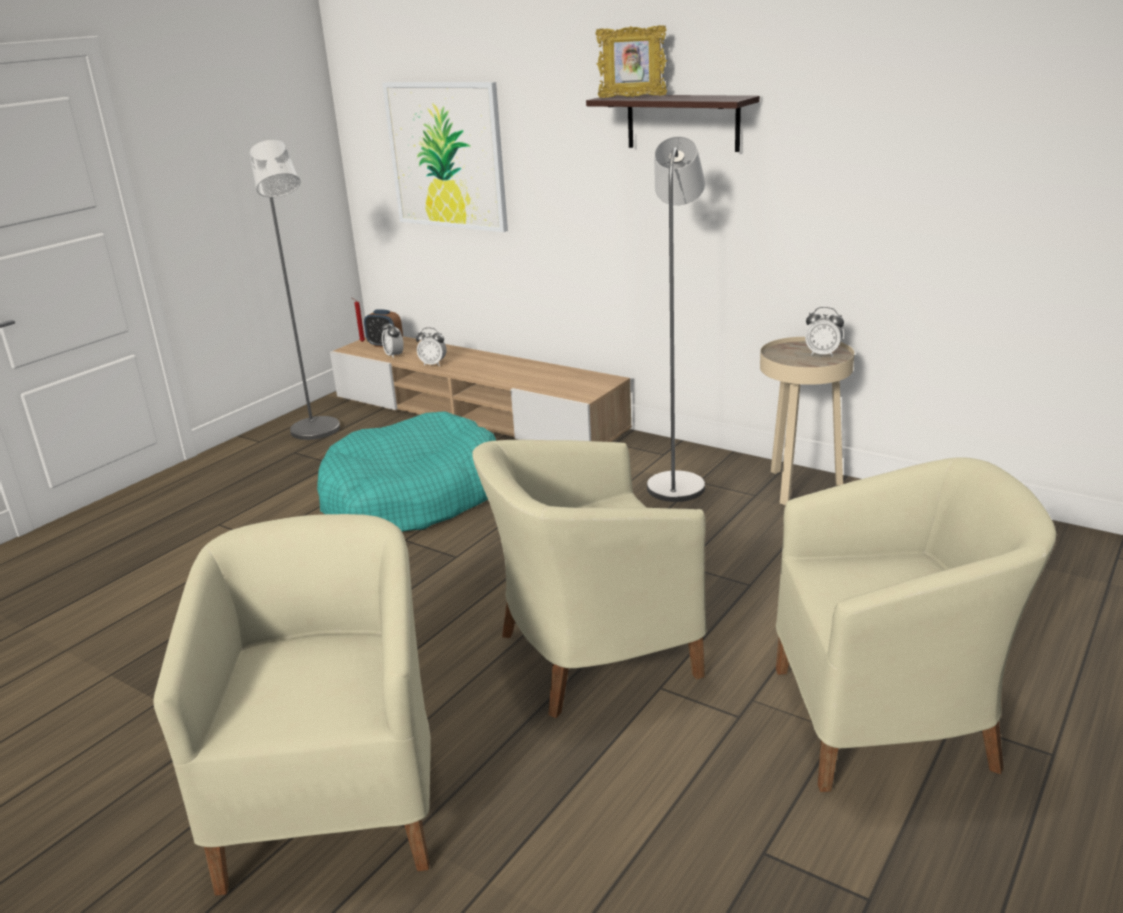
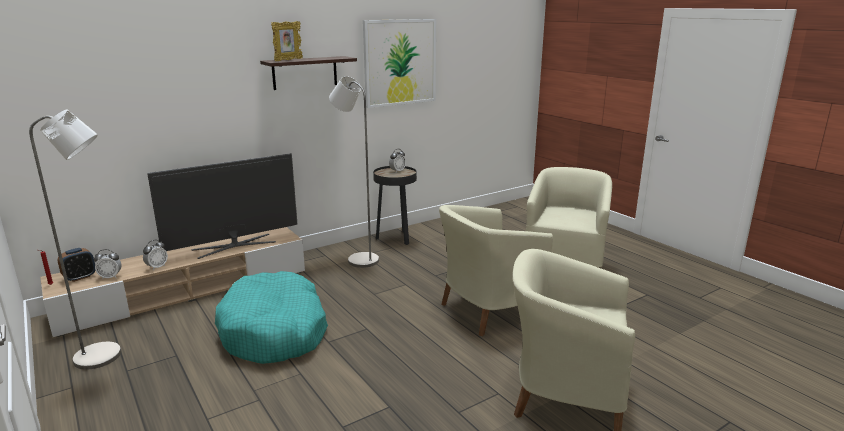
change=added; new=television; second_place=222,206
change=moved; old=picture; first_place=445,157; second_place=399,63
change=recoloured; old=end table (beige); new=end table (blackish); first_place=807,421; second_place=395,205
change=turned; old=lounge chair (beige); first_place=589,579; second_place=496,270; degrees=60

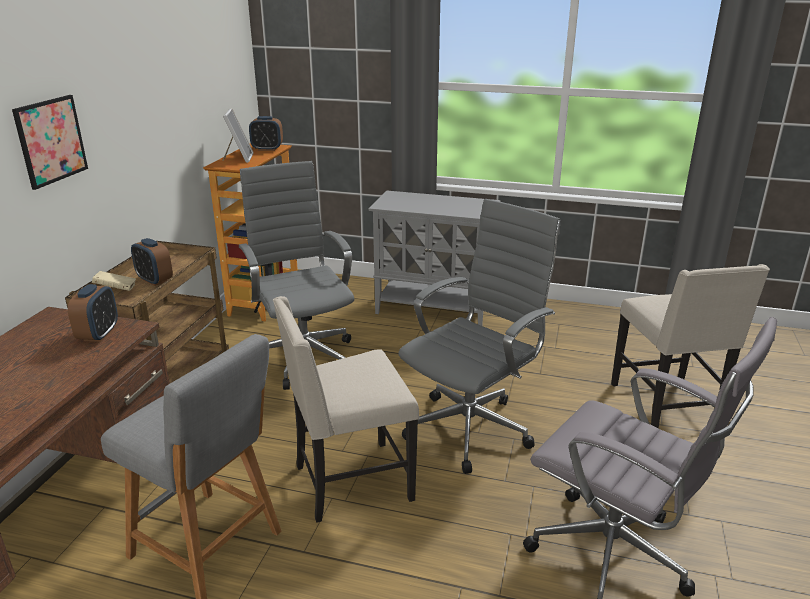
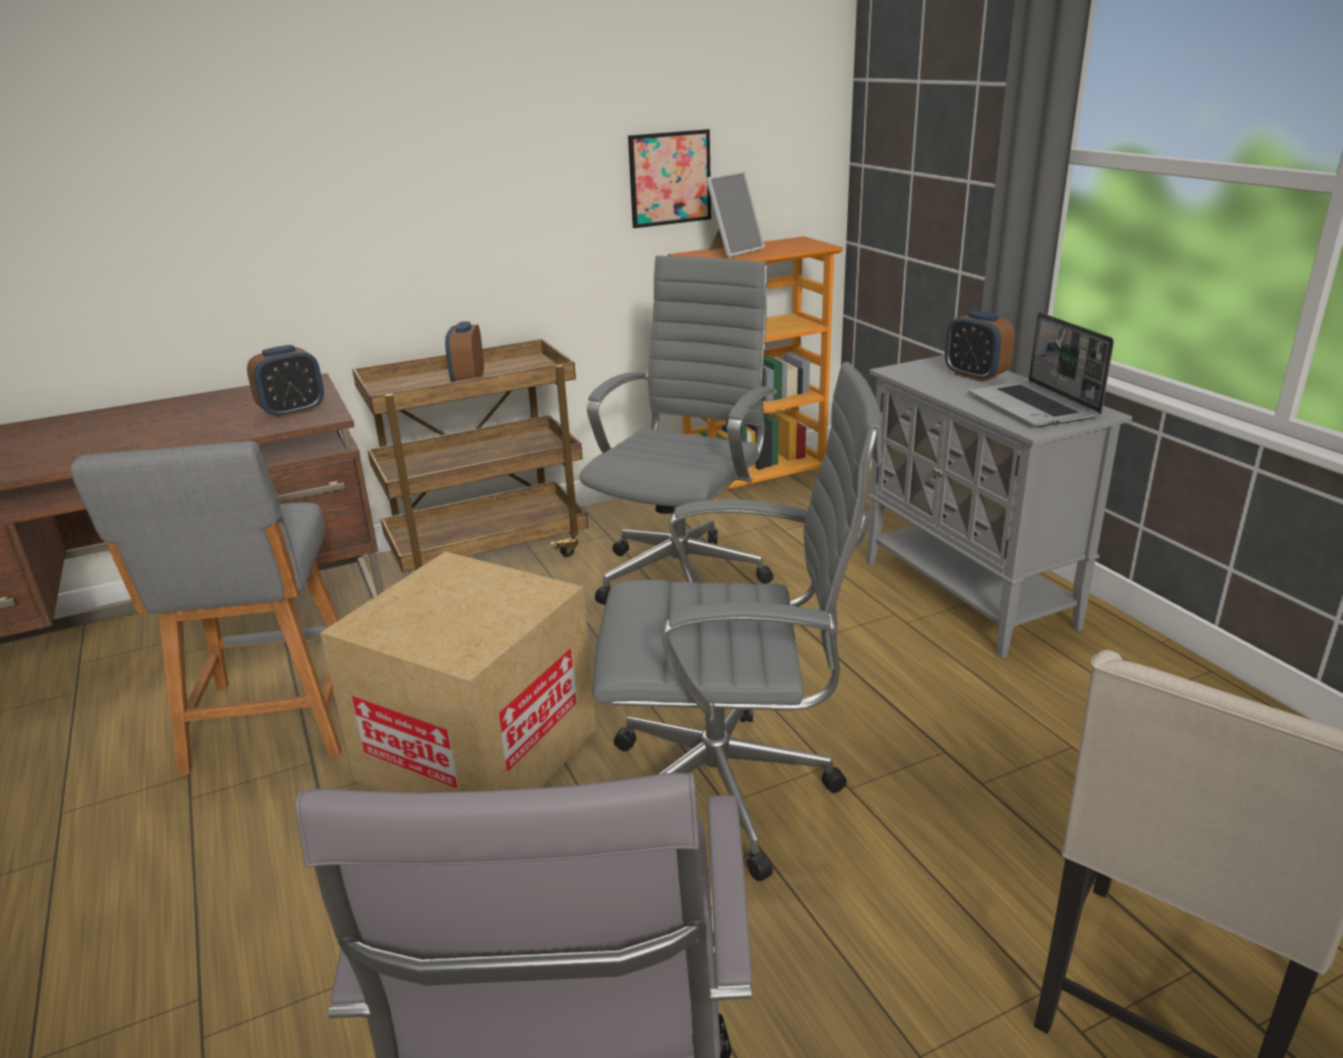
change=removed; old=volume (beige); first_place=114,281
change=added; new=portable computer; second_place=1041,369
change=moved; old=picture; first_place=50,142; second_place=669,178
change=moved; old=table clock; first_place=266,133; second_place=980,346
change=replaced; old=chair (beige); new=packing box; first_place=346,409; second_place=458,672

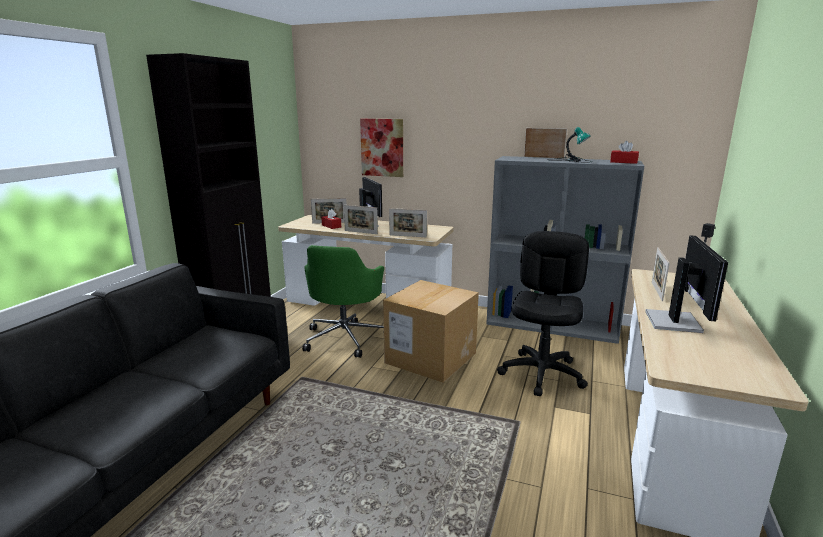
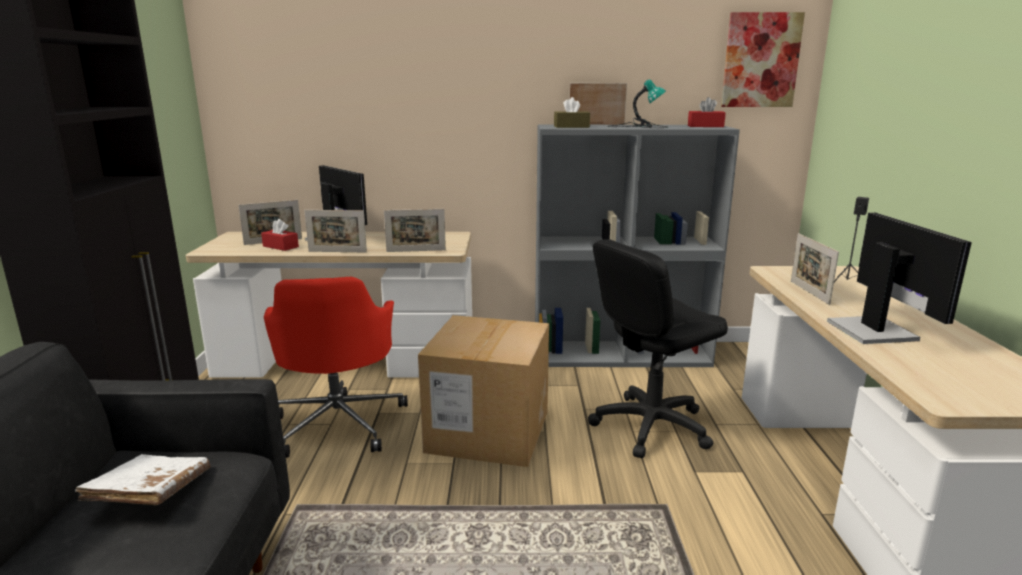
change=added; new=volume (white-coloured); second_place=143,479
change=added; new=tissue box (brownish); second_place=572,112
change=moved; old=picture; first_place=381,148; second_place=763,59
change=recoloured; old=computer chair (green-coloured); new=computer chair (reddish); first_place=343,301; second_place=336,367
change=turned; old=computer chair (blackish); first_place=543,313; second_place=658,348; degrees=-120

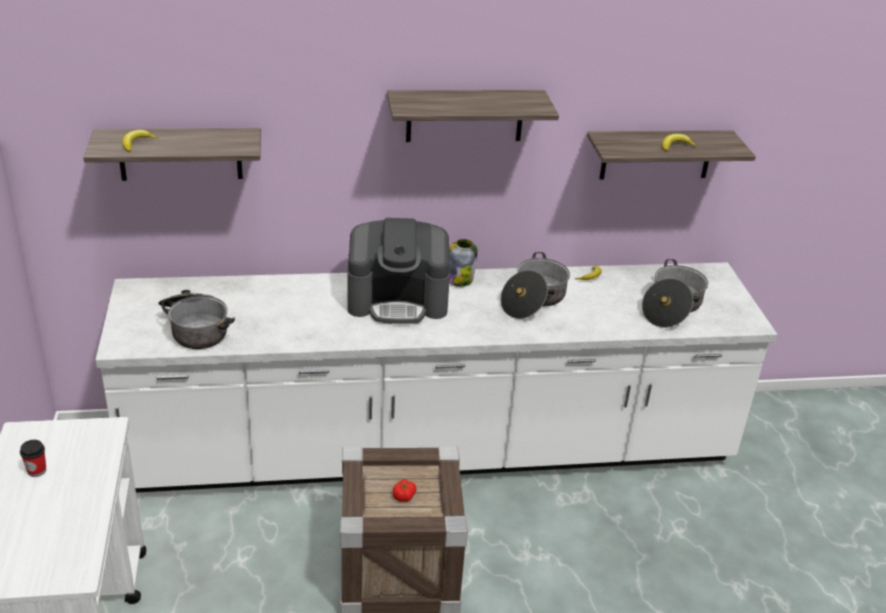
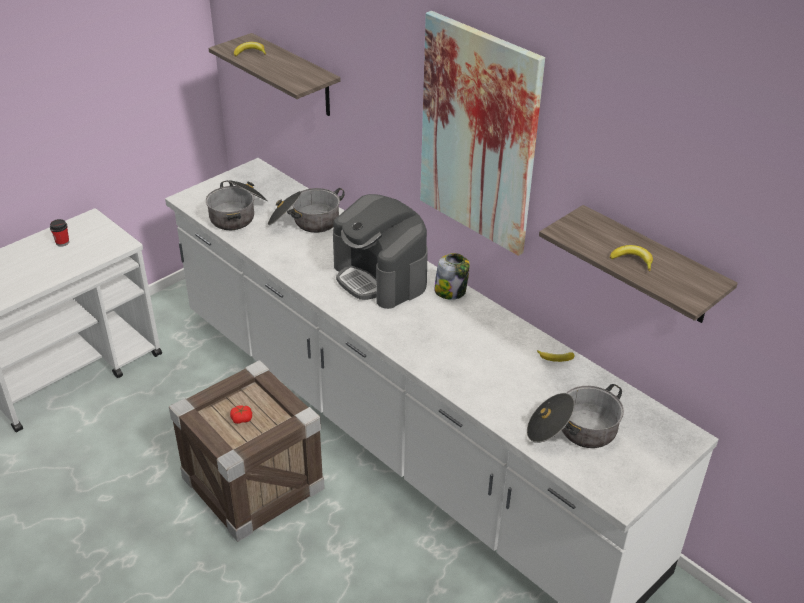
change=moved; old=saucepot; first_place=535,285; second_place=306,210
change=replaced; old=wall shelf; new=picture; first_place=473,116; second_place=482,133

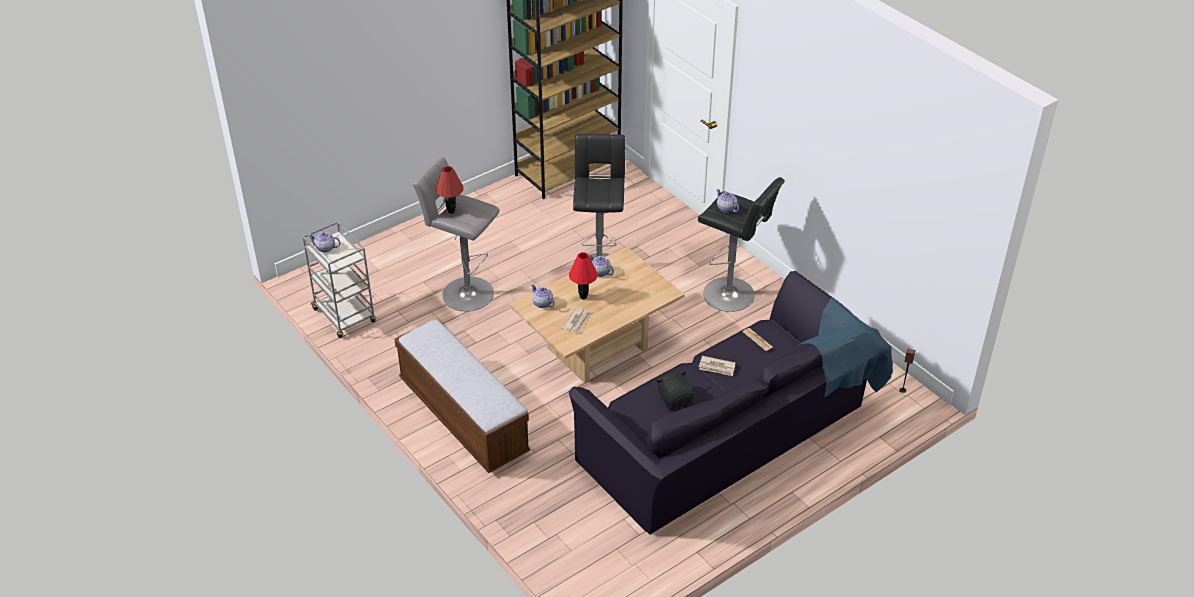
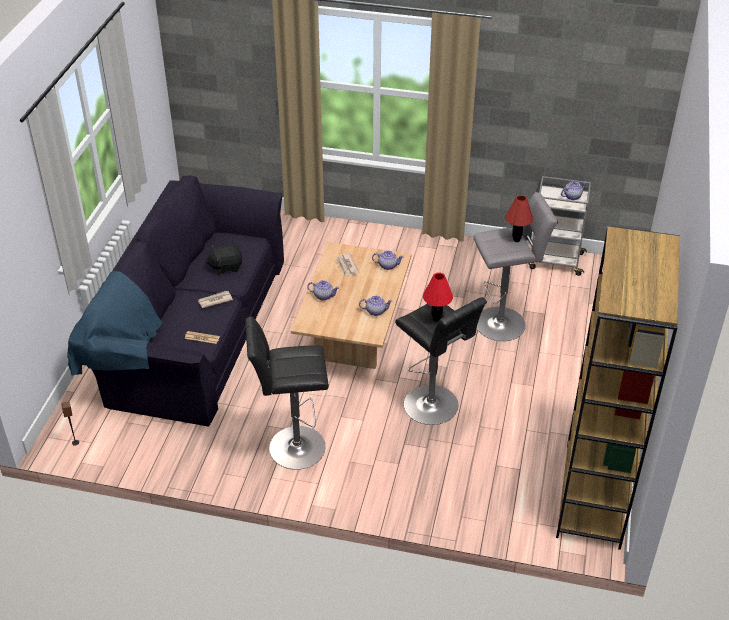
change=removed; old=indoor bench; first_place=462,396
change=moved; old=table lamp (reddish); first_place=583,275; second_place=438,297
change=moved; old=tea pot; first_place=727,201; second_place=323,290
change=turned; old=plush toy (blackish); first_place=675,390; second_place=224,259; degrees=135

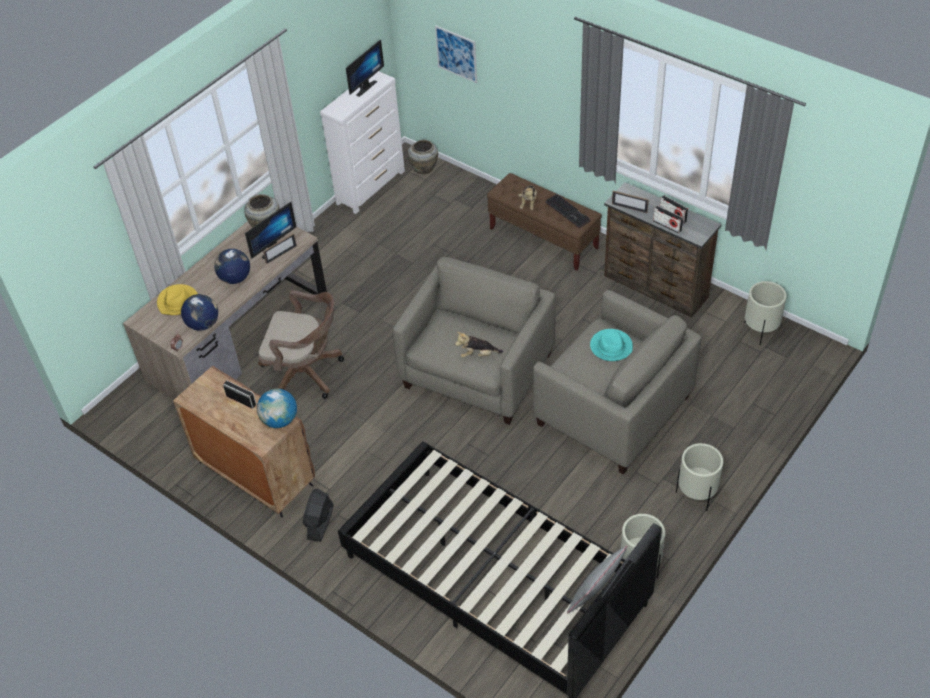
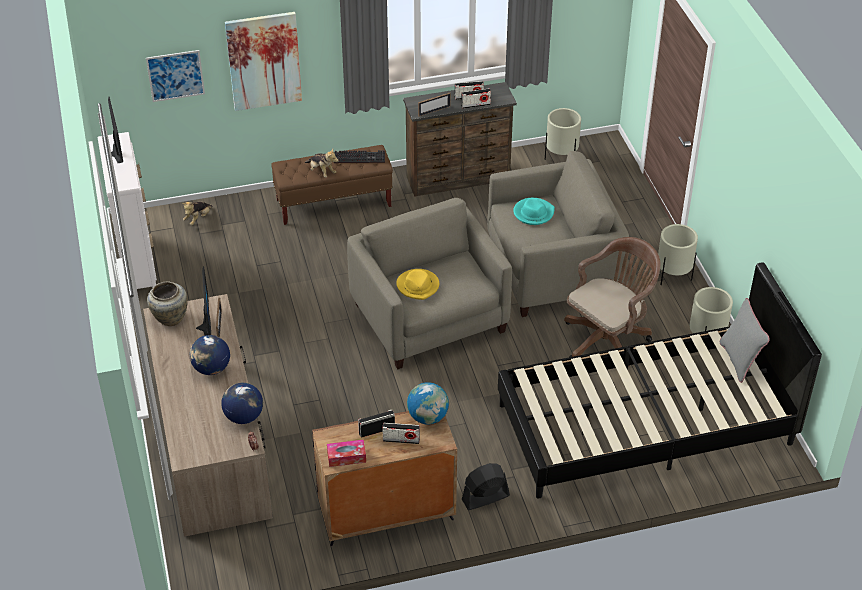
change=removed; old=decorative vase (beige); first_place=423,157
change=added; new=picture; second_place=263,61
change=added; new=tissue box; second_place=346,453
change=added; new=radio set; second_place=401,433
change=moved; old=clothing hat (yellow); first_place=177,299; second_place=417,284
change=moved; old=computer chair (brownish); first_place=301,344; second_place=612,302
change=moved; old=plush toy; first_place=479,345; second_place=197,213
change=turned; old=fan (blackish); first_place=318,515; second_place=486,486; degrees=105

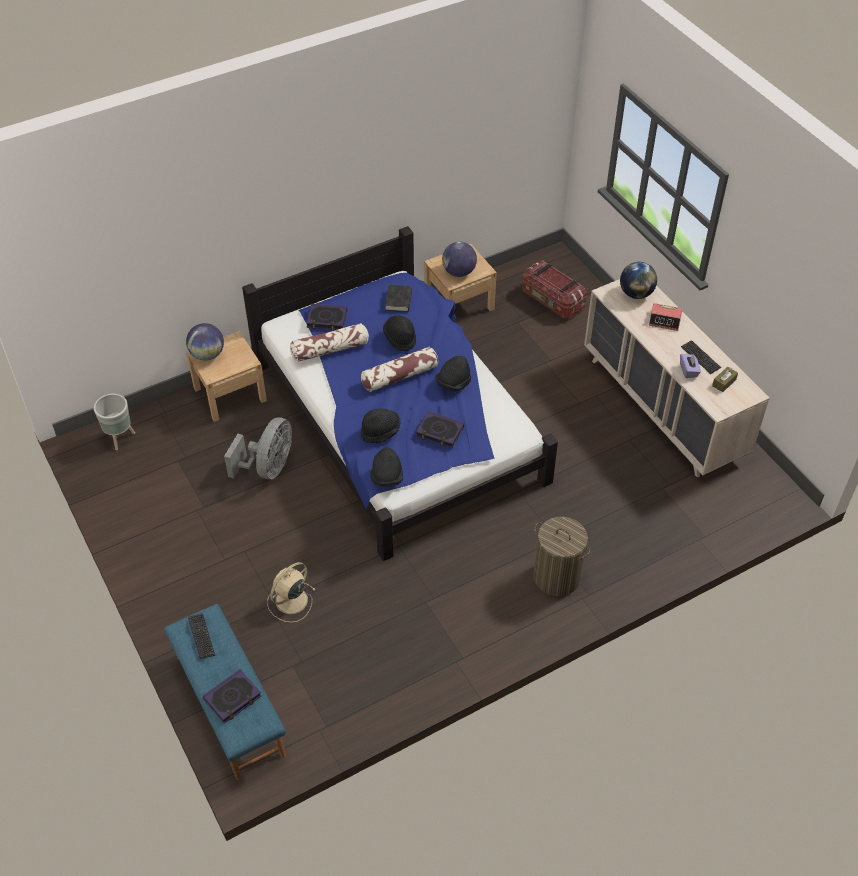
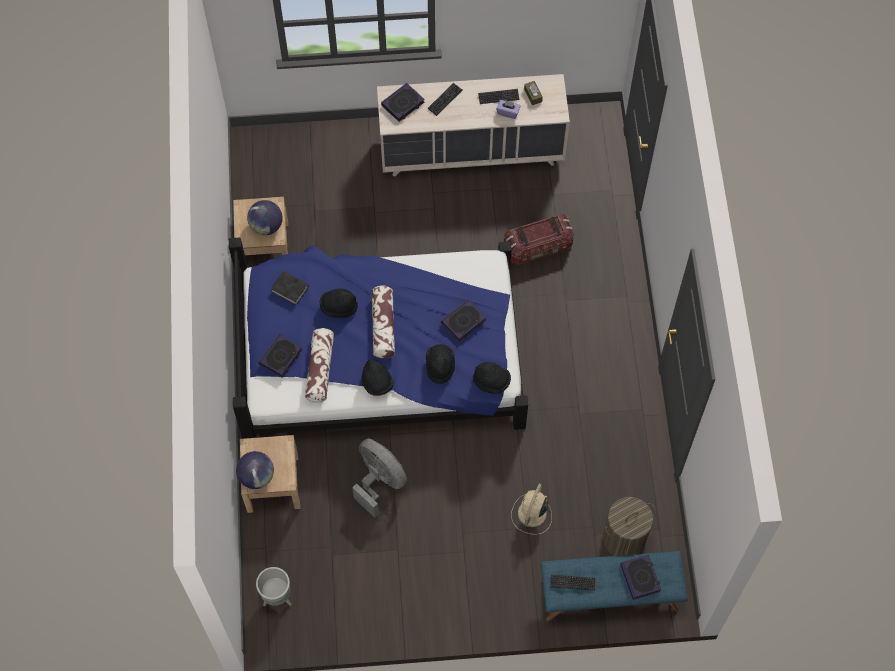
change=moved; old=clothing hat (blackish); first_place=453,373; second_place=378,377
change=moved; old=storage box; first_place=554,289; second_place=539,239
change=moved; old=laundry basket; first_place=562,556; second_place=629,526
change=replaced; old=desk globe; new=volume; first_place=638,280; second_place=403,102
change=replaced; old=table clock; new=PC keyboard; first_place=666,317; second_place=444,99
change=turned; old=fan (beige); first_place=291,592; second_place=531,509; degrees=45

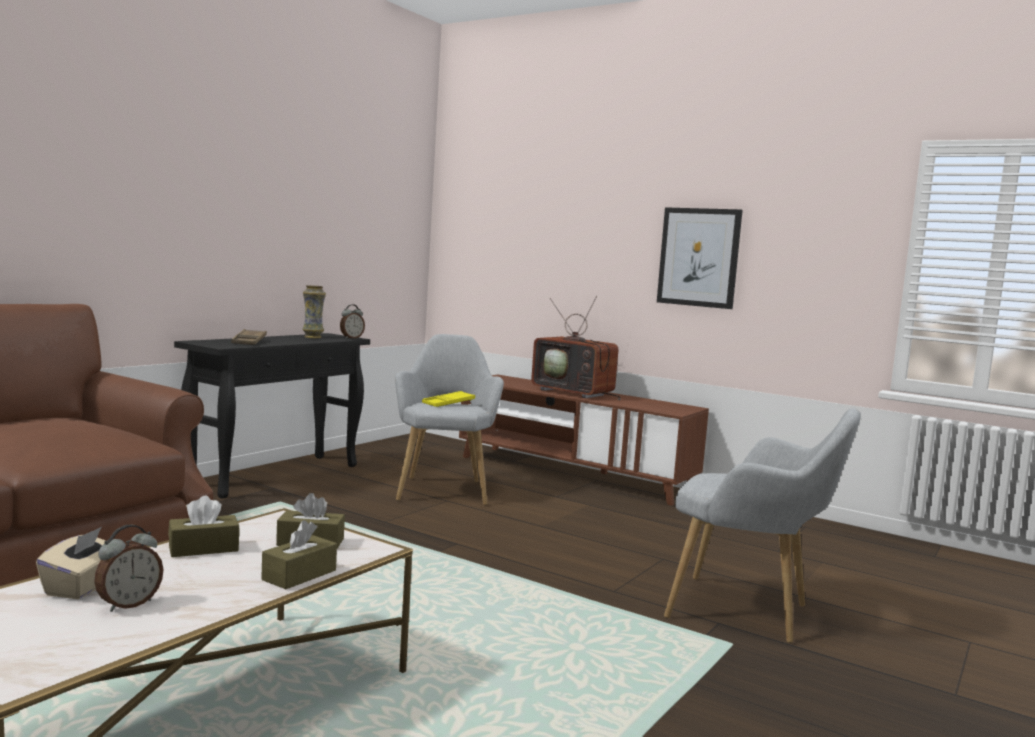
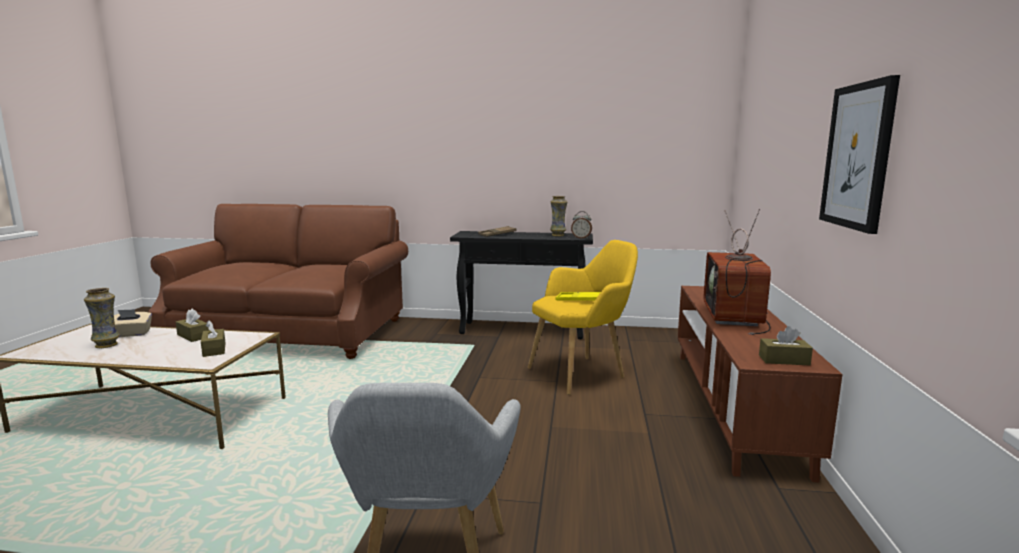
change=moved; old=tissue box (brownish); first_place=299,554; second_place=786,345
change=replaced; old=table clock; new=decorative vase; first_place=128,568; second_place=102,318
change=recoloured; old=lounge chair (gray); new=lounge chair (yellow); first_place=449,419; second_place=583,317

